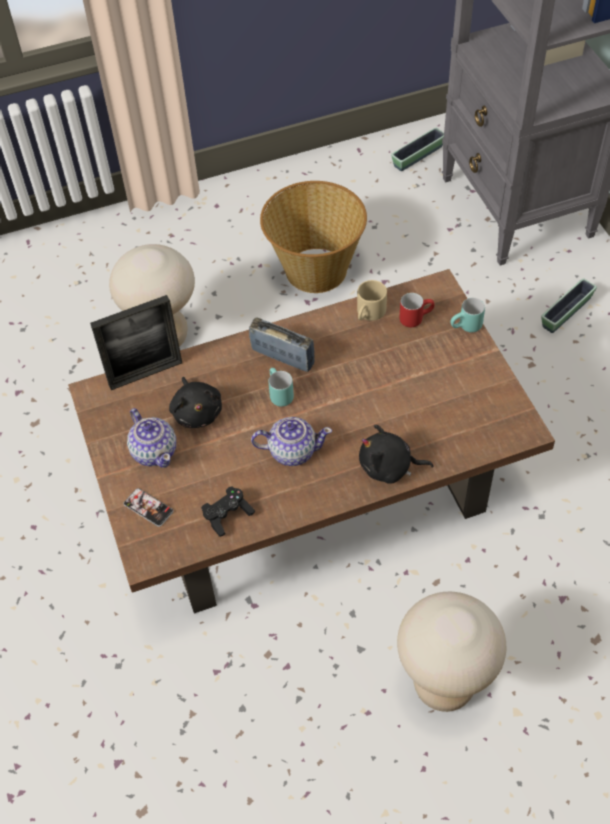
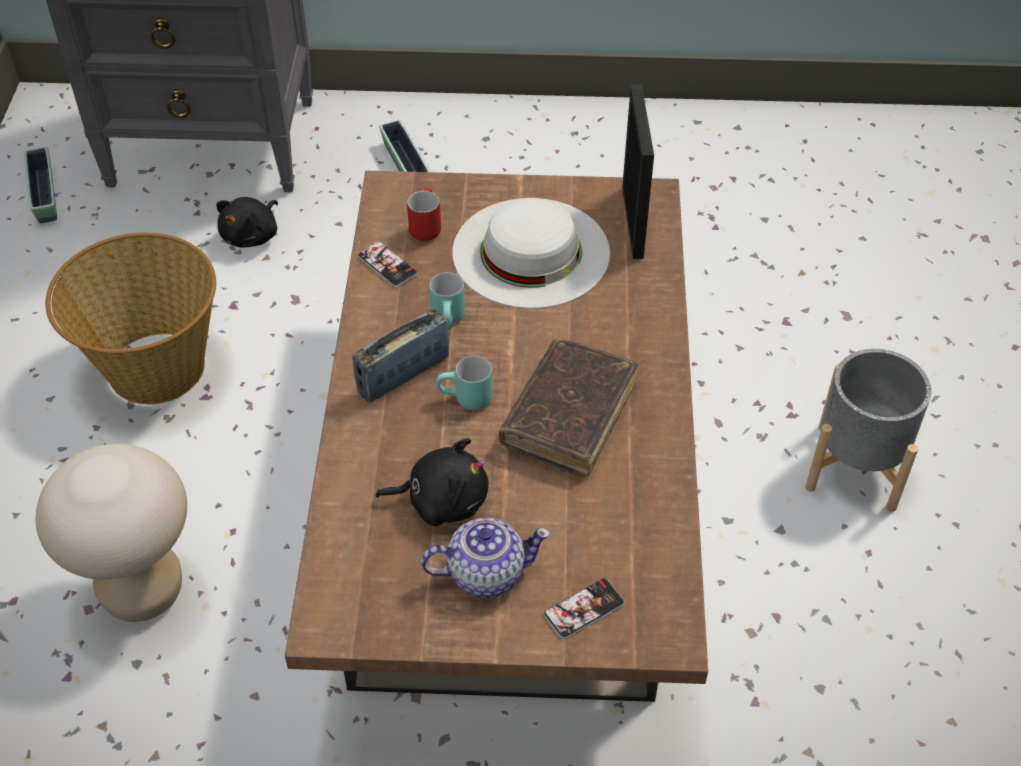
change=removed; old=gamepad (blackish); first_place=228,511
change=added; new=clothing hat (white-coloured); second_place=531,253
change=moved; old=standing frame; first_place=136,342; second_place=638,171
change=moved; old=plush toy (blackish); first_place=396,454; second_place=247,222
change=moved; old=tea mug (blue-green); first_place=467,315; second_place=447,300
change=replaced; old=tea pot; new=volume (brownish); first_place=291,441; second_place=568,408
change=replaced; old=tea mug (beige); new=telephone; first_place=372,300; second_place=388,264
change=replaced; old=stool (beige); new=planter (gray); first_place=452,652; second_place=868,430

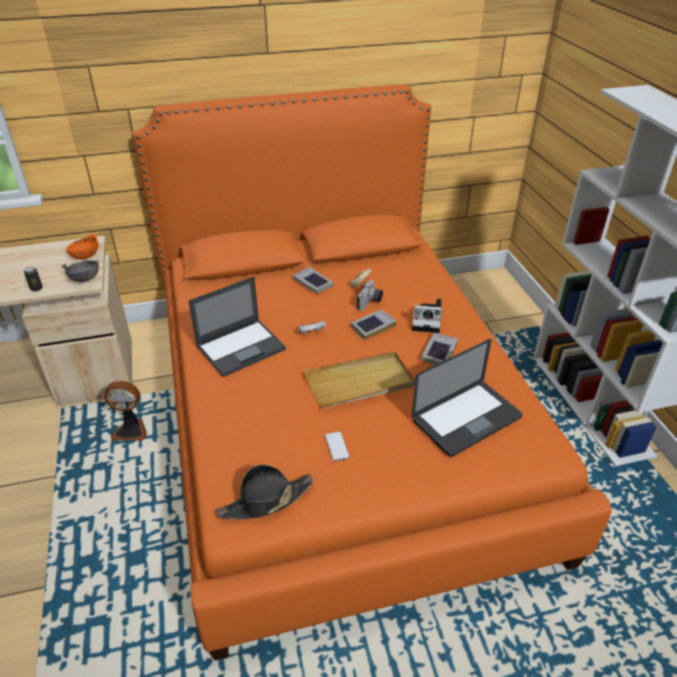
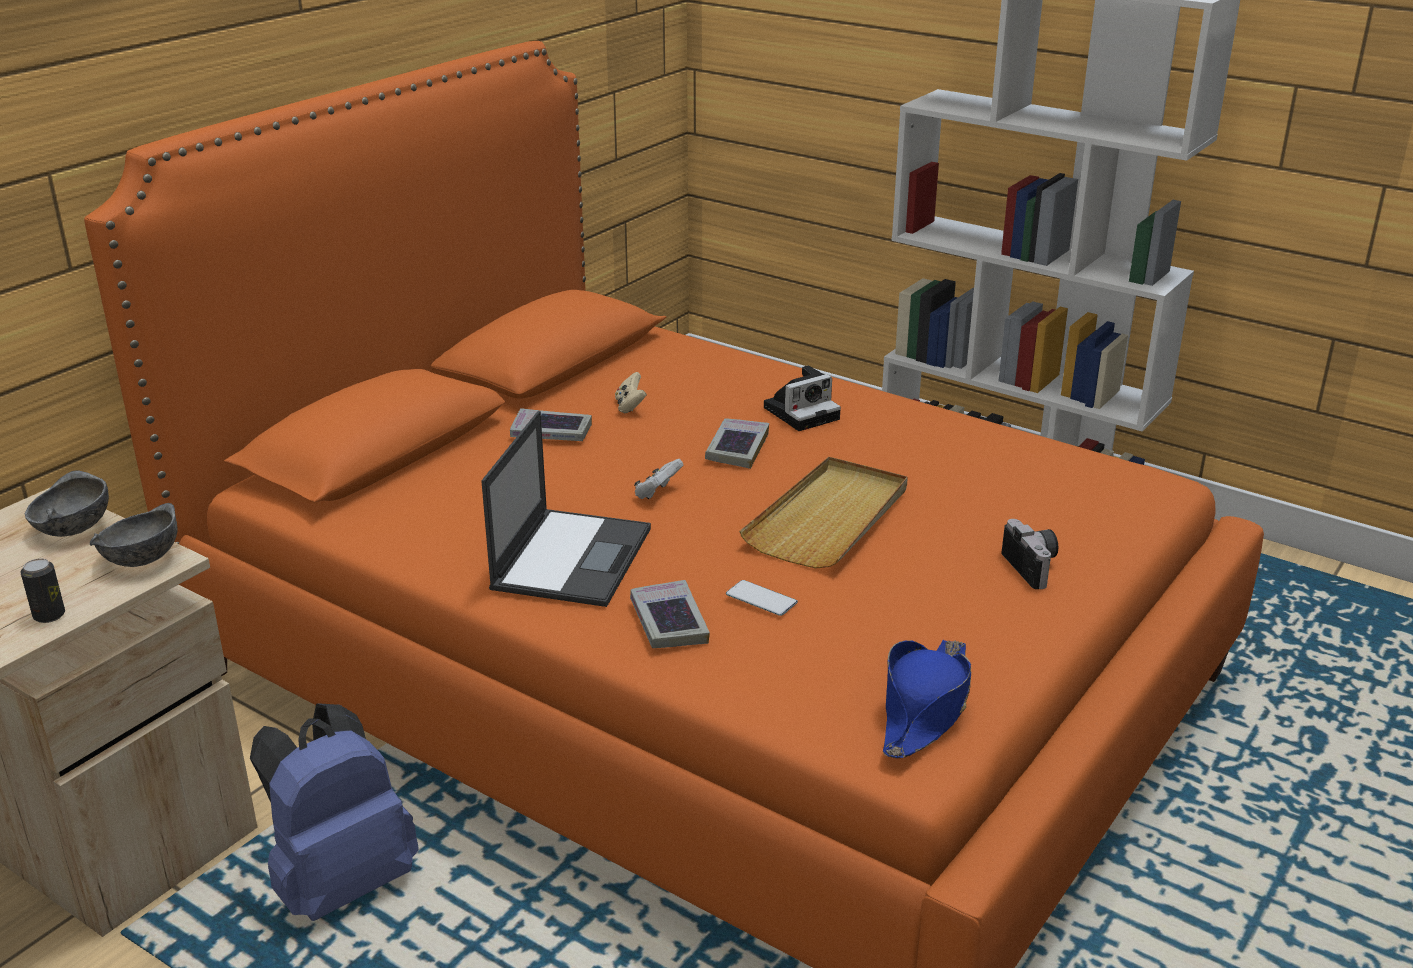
change=removed; old=portable computer; first_place=467,398
change=moved; old=telephone; first_place=337,446; second_place=762,598
change=moved; old=photo camera; first_place=370,295; second_place=1029,554
change=moved; old=volume; first_place=439,349; second_place=670,614
change=replaced; old=fan; new=backpack (blue); first_place=125,411; second_place=334,812
change=recoloured; old=deep dish (orange); new=deep dish (gray); first_place=82,246; second_place=67,503
change=recoloured; old=clothing hat (blackish); new=clothing hat (blue); first_place=265,491; second_place=927,699

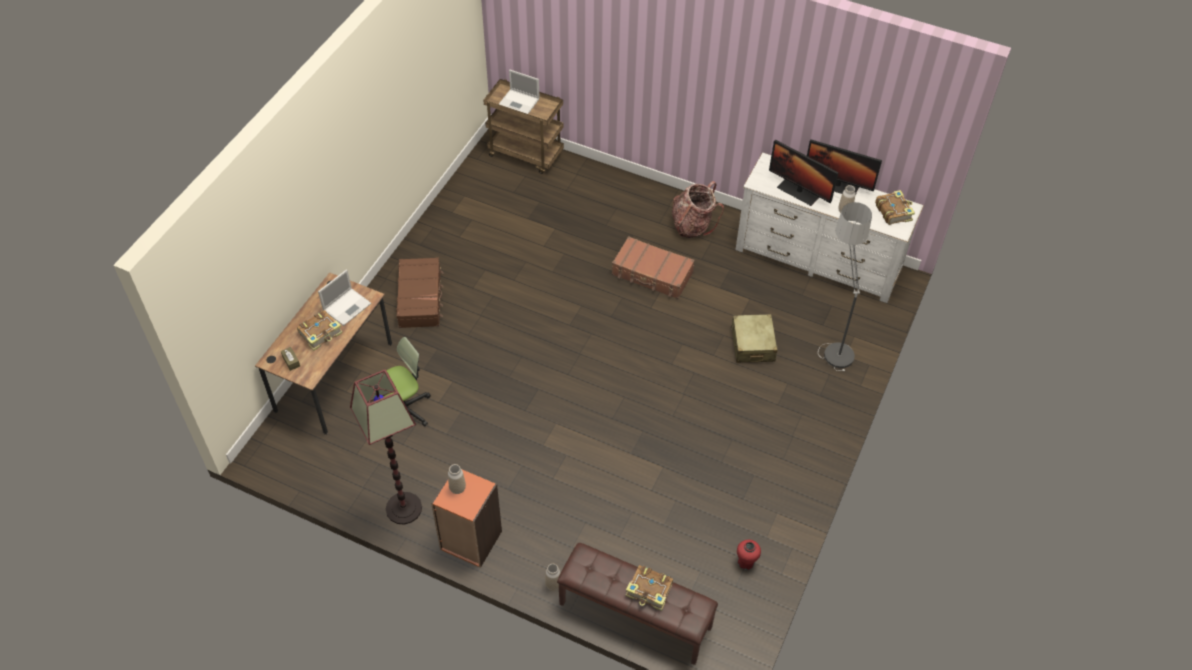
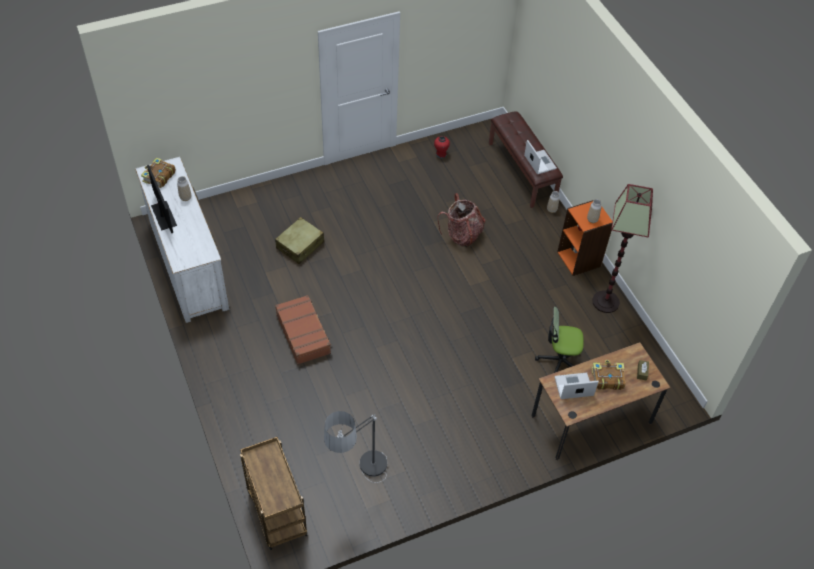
change=removed; old=travel case (brownish); first_place=420,292
change=removed; old=volume; first_place=649,588
change=removed; old=computer display; first_place=803,173
change=moved; old=portable computer; first_place=519,92; second_place=540,157
change=moved; old=backpack; first_place=698,209; second_place=461,220
change=moved; old=standing lamp; first_place=845,286; second_place=355,447

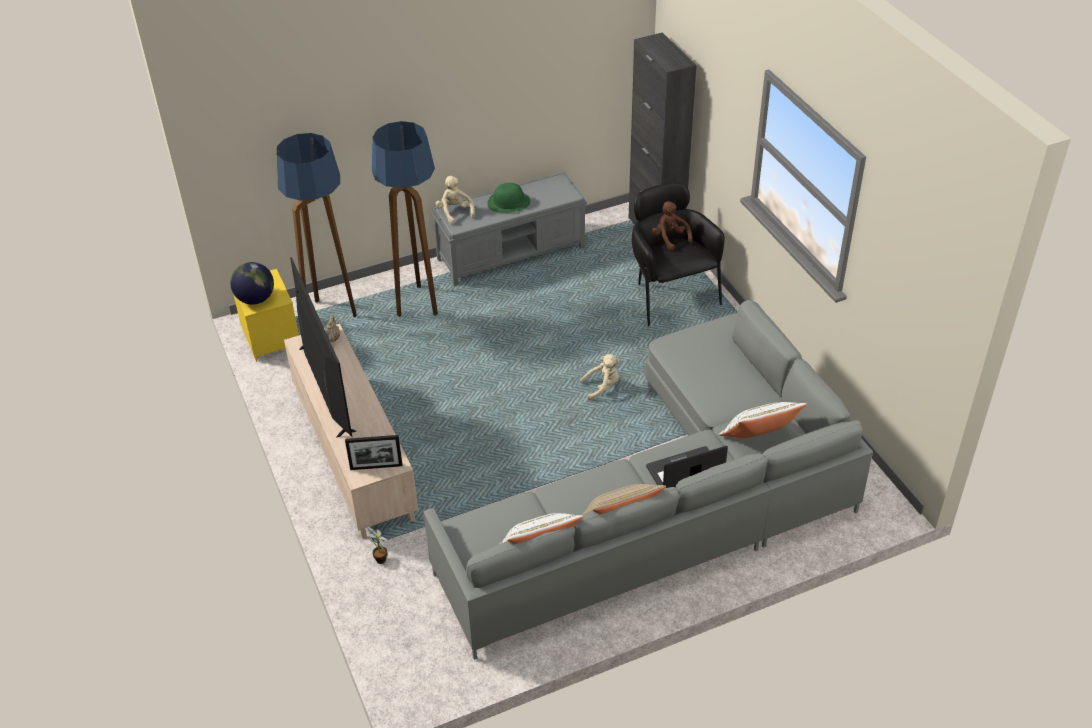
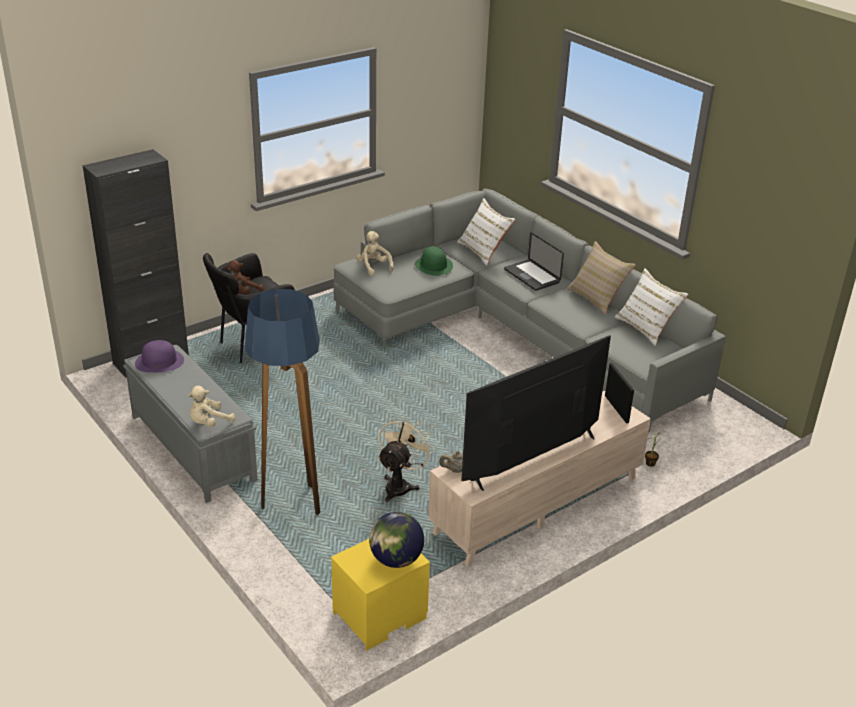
change=removed; old=standing lamp; first_place=317,225
change=added; new=clothing hat (purple-coloured); second_place=159,356
change=added; new=fan (beige); second_place=406,459
change=moved; old=clothing hat (green-coloured); first_place=508,198; second_place=434,261
change=moved; old=plush toy (beige); first_place=600,377; second_place=375,253

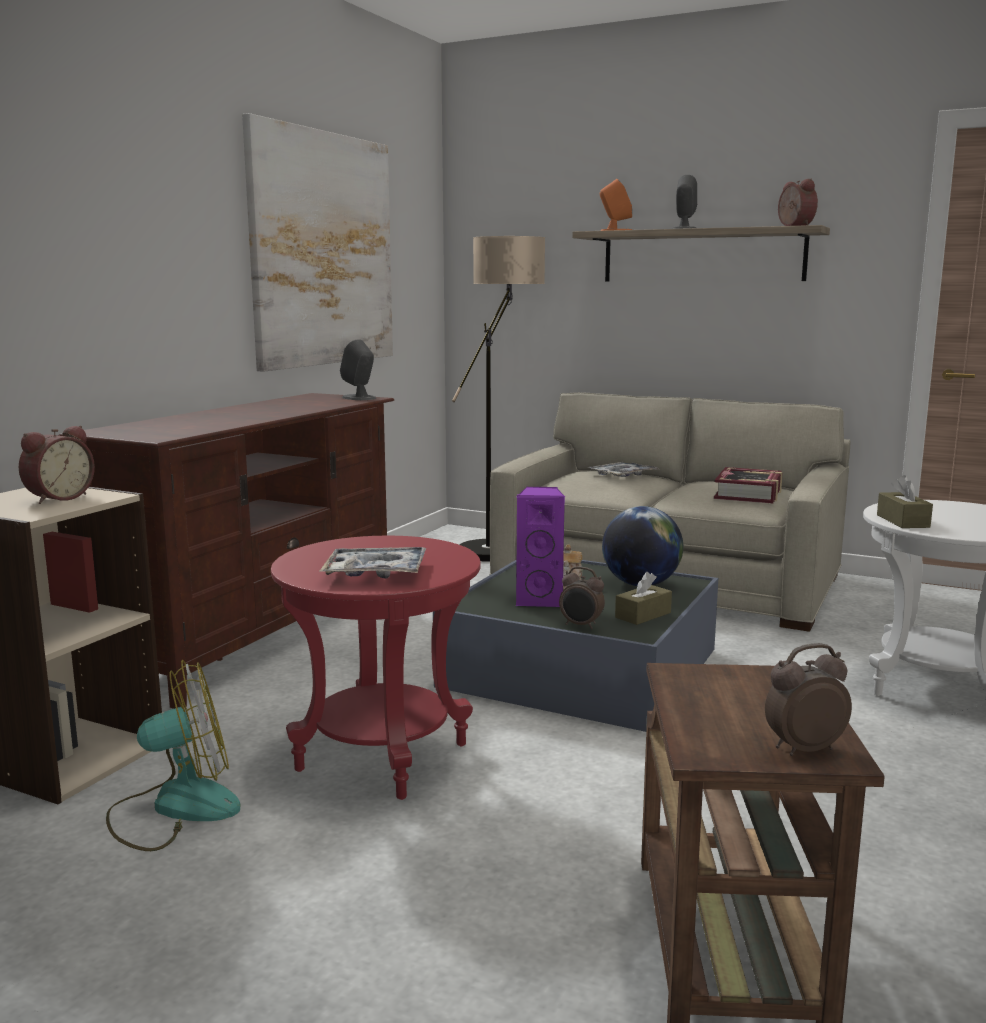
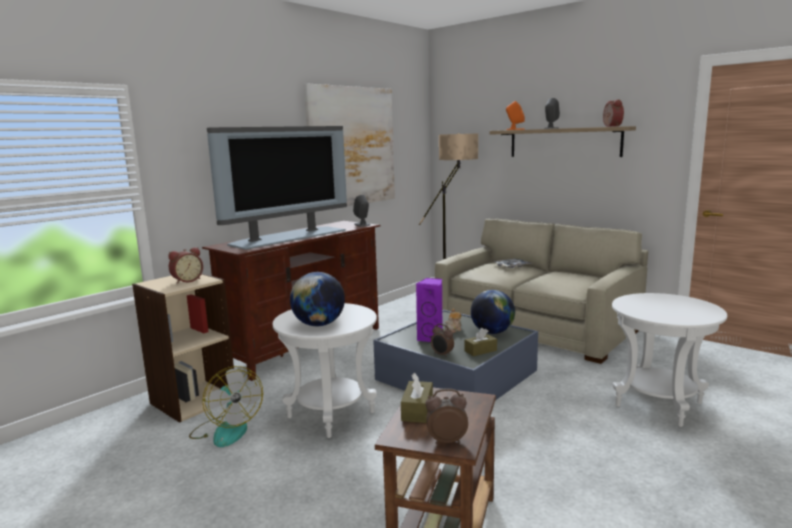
change=removed; old=volume; first_place=748,485
change=added; new=television; second_place=277,188
change=moved; old=tissue box (brownish); first_place=905,501; second_place=417,398
change=replaced; old=tray; new=desk globe; first_place=372,563; second_place=317,299
change=recoloured; old=end table (reddish); new=end table (white-coloured); first_place=376,668; second_place=325,370
change=turned; old=fan; first_place=173,755; second_place=226,406; degrees=60

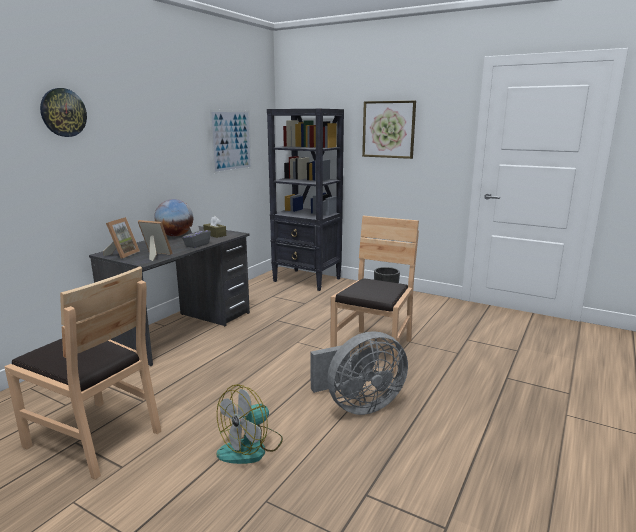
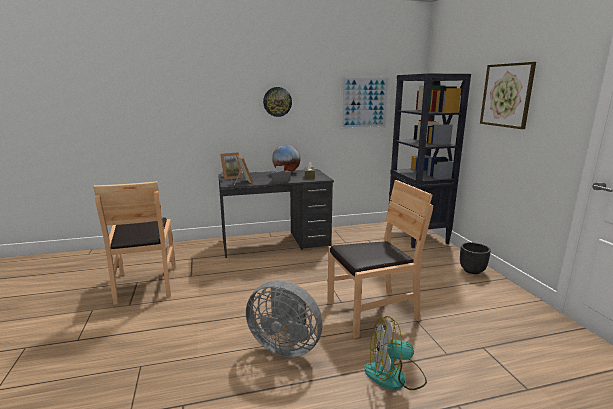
change=moved; old=clock on the wall; first_place=63,112; second_place=277,102
change=moved; old=fan; first_place=250,424; second_place=395,353

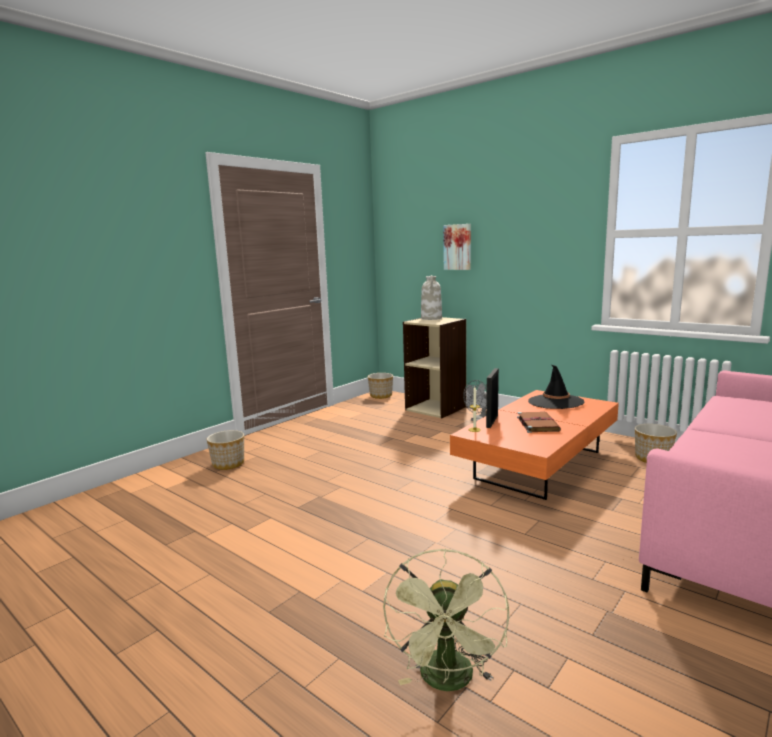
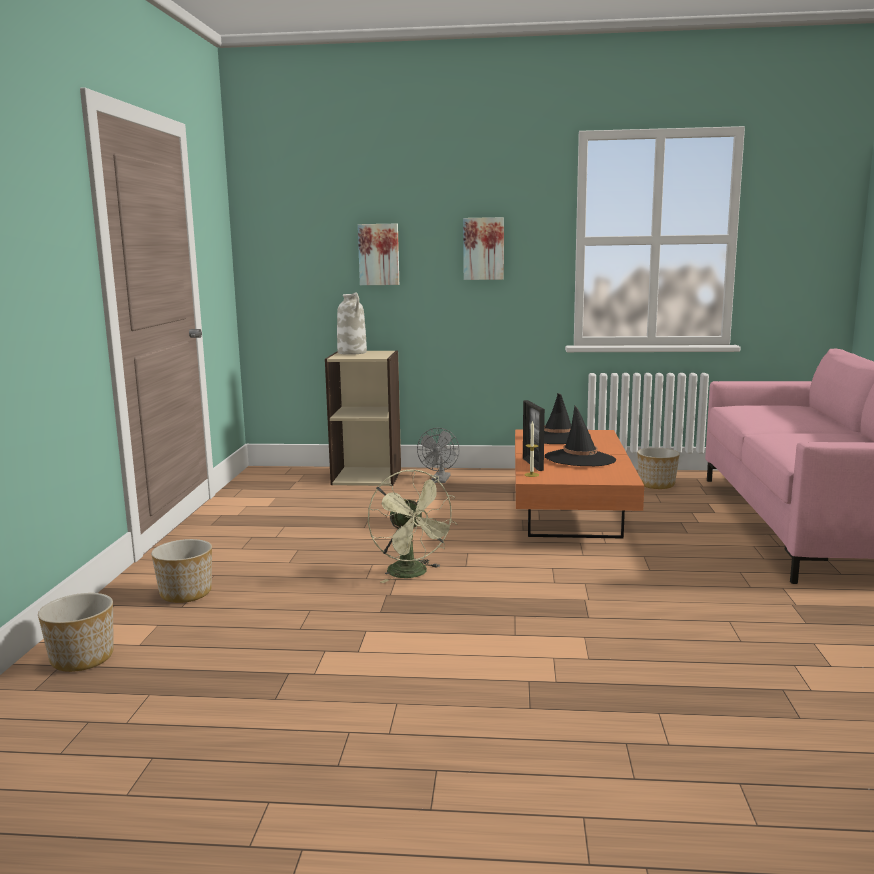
change=added; new=picture; second_place=483,248
change=moved; old=planter; first_place=380,386; second_place=76,632
change=moved; old=fan (green-coloured); first_place=446,619; second_place=412,526
change=replaced; old=volume (brownish); new=clothing hat (blackish); first_place=539,422; second_place=580,435

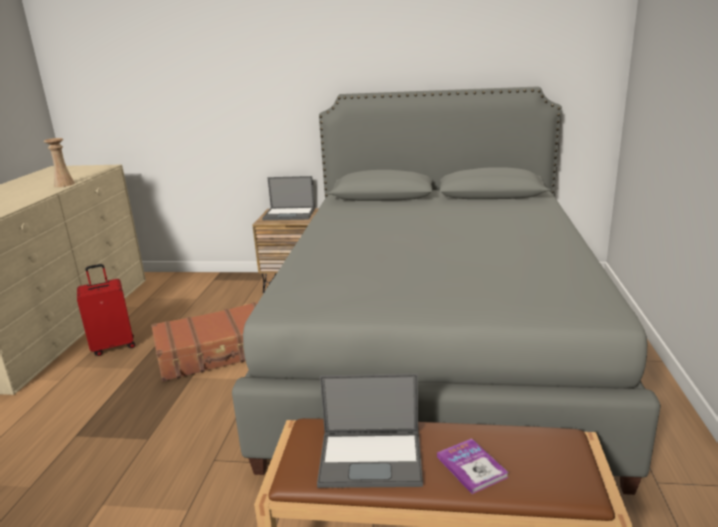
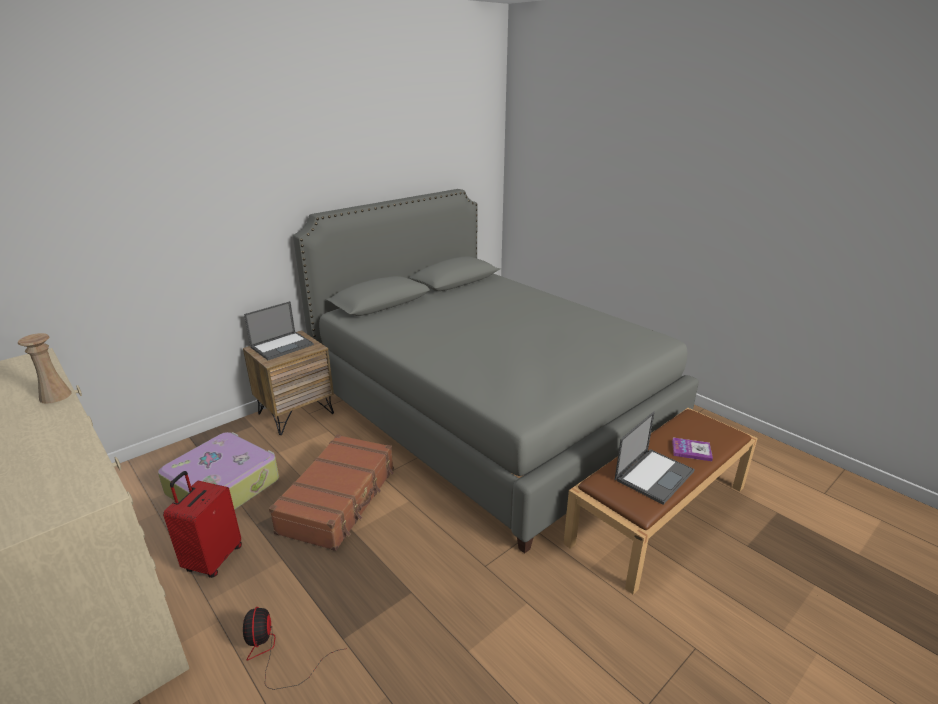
change=added; new=travel case; second_place=218,471
change=added; new=fan; second_place=293,648

